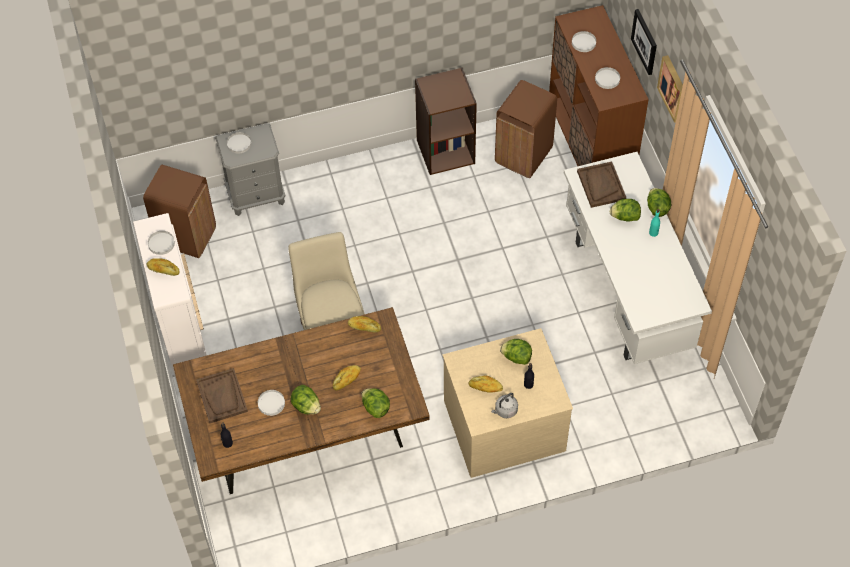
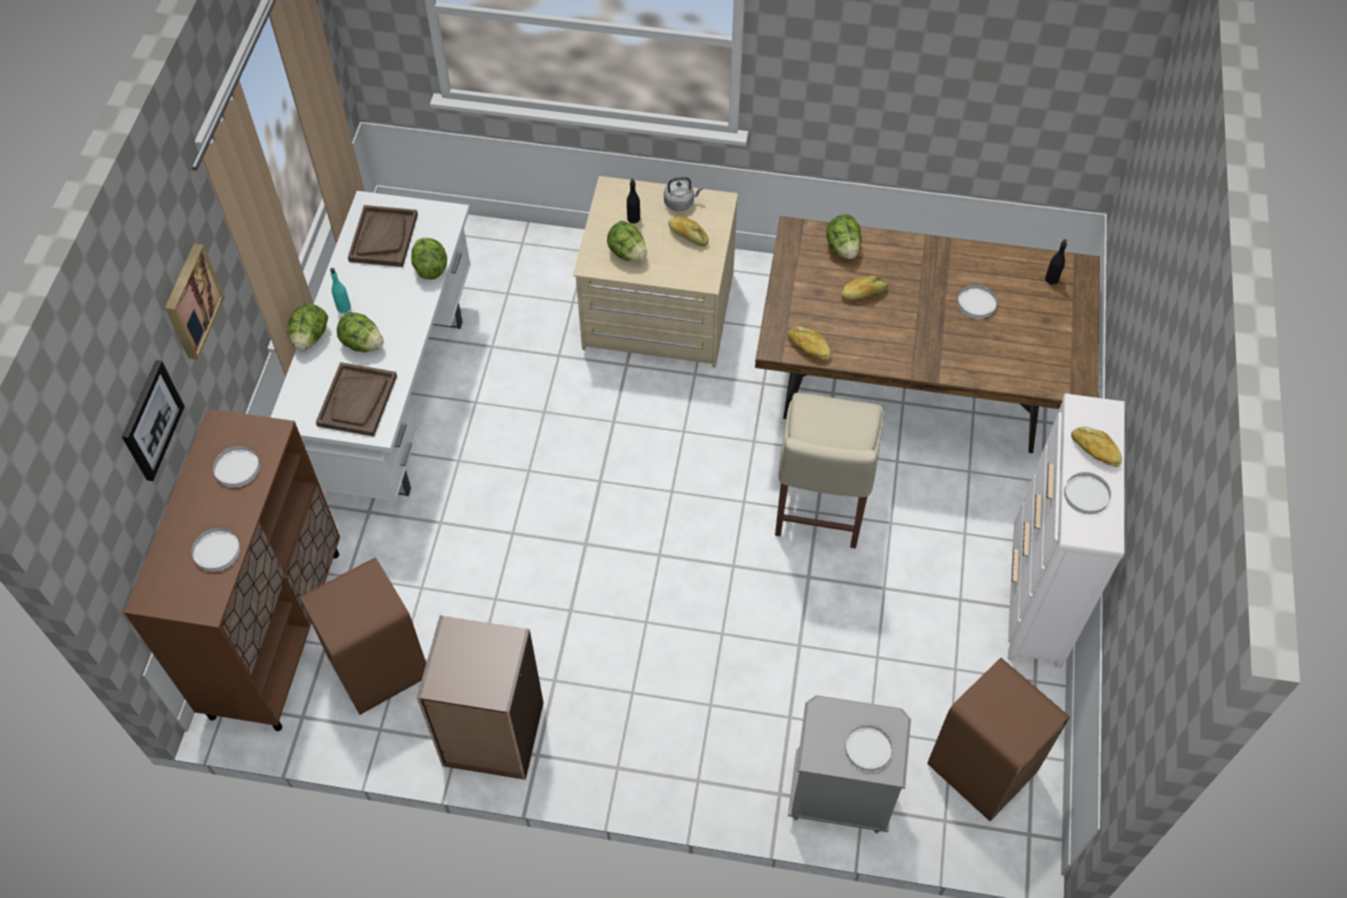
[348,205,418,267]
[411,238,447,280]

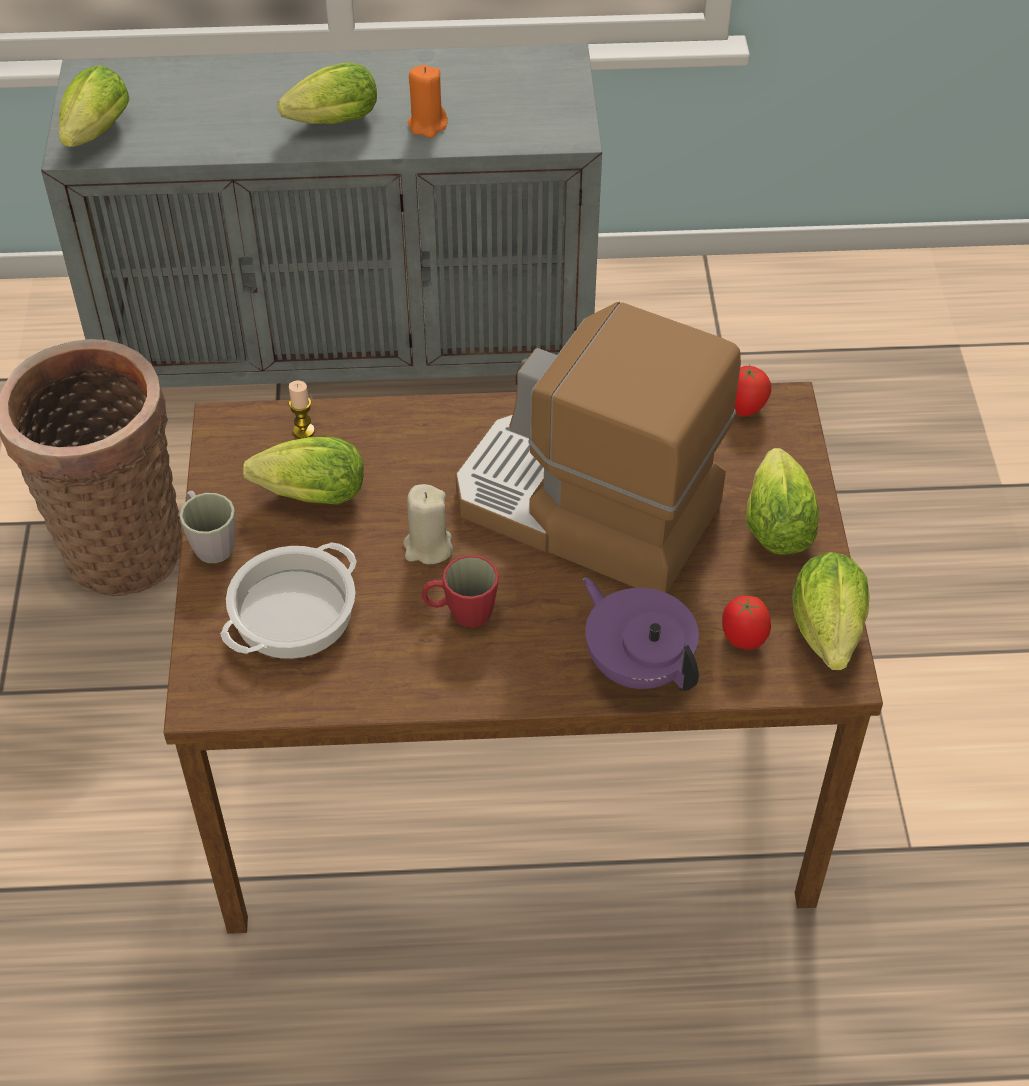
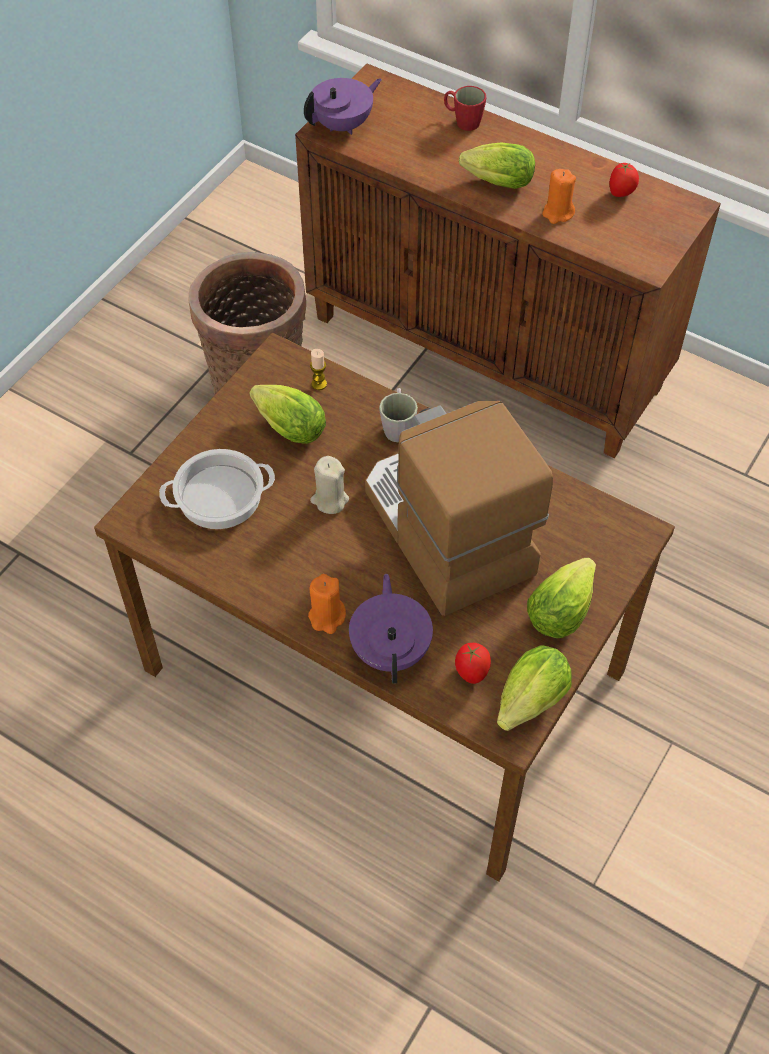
[295,64,721,458]
[304,78,382,135]
[610,163,639,197]
[379,388,418,442]
[444,86,487,131]
[308,574,346,634]

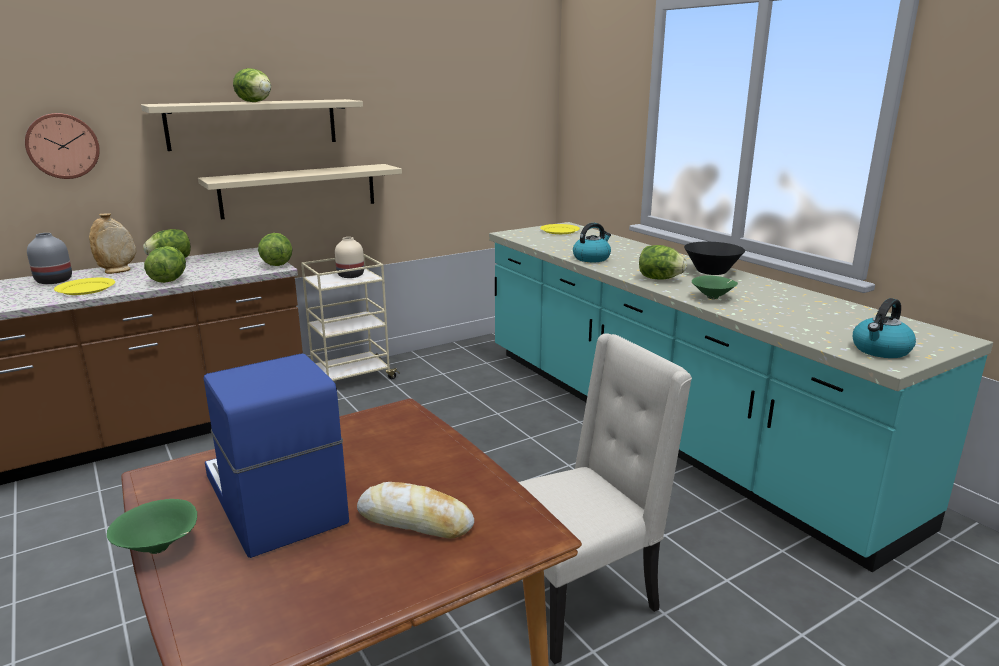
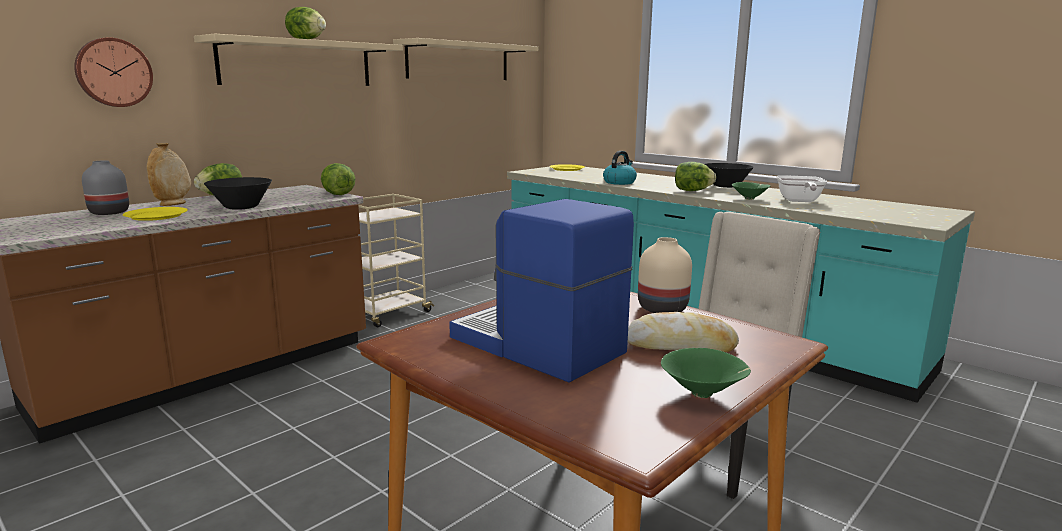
[393,38,539,80]
[638,237,692,313]
[204,177,272,210]
[853,298,916,358] (first image)
[661,348,751,398]
[776,175,827,202]

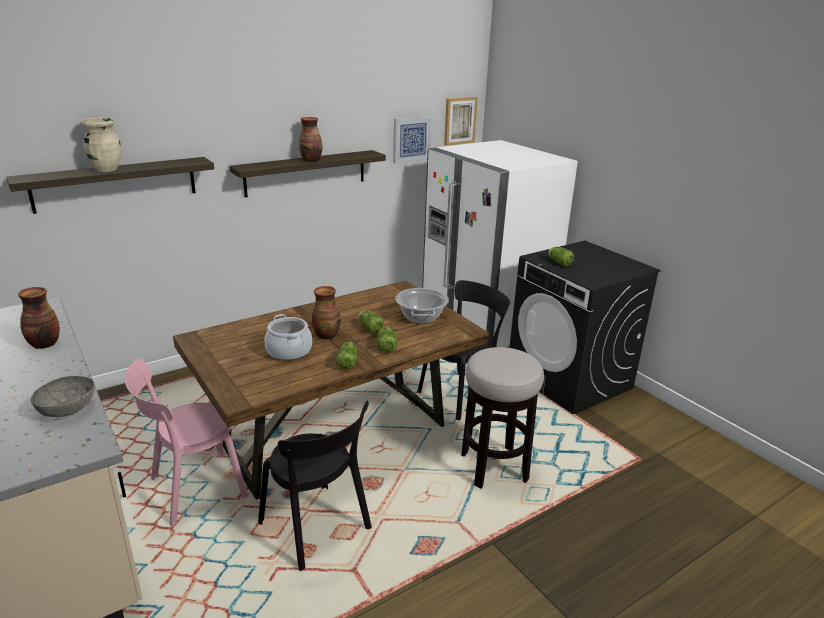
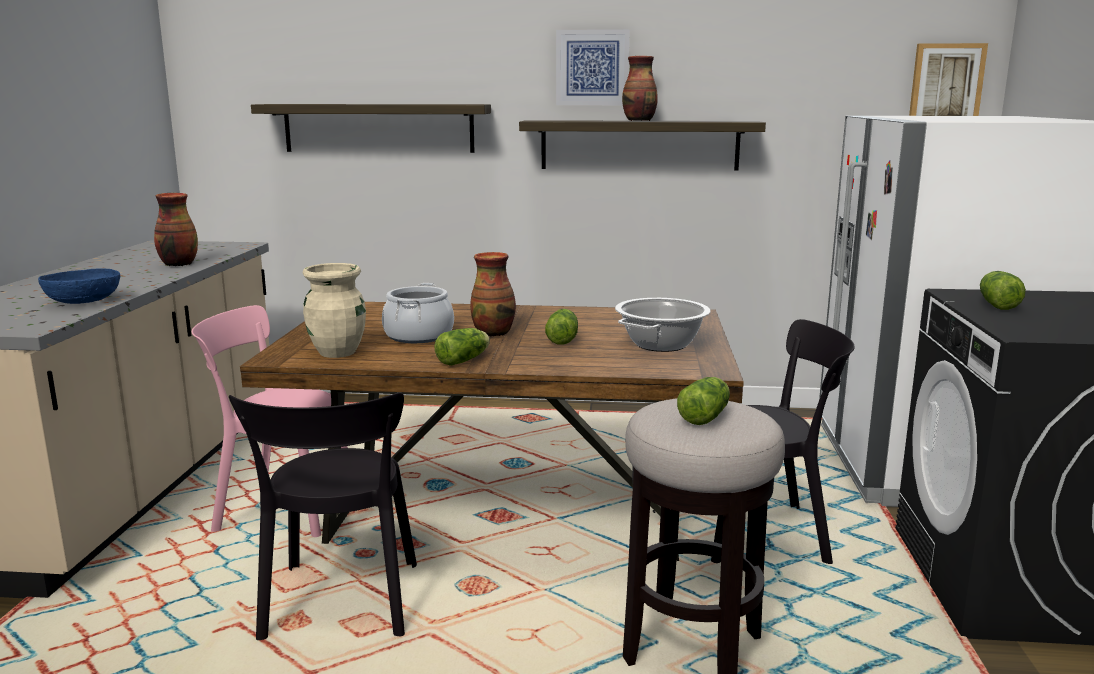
[556,29,630,105]
[303,263,366,358]
[677,377,730,425]
[38,268,120,304]

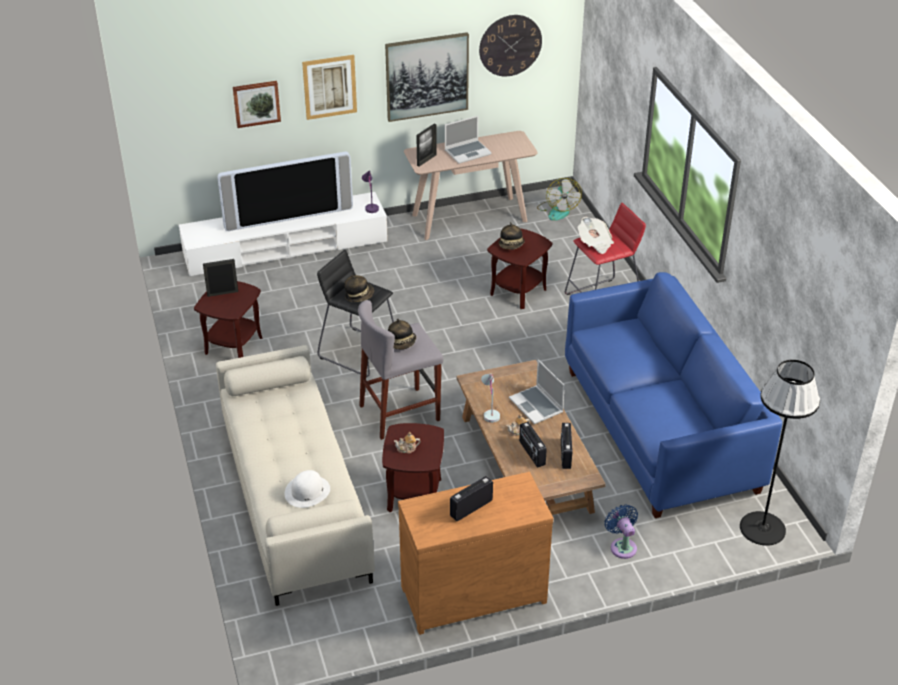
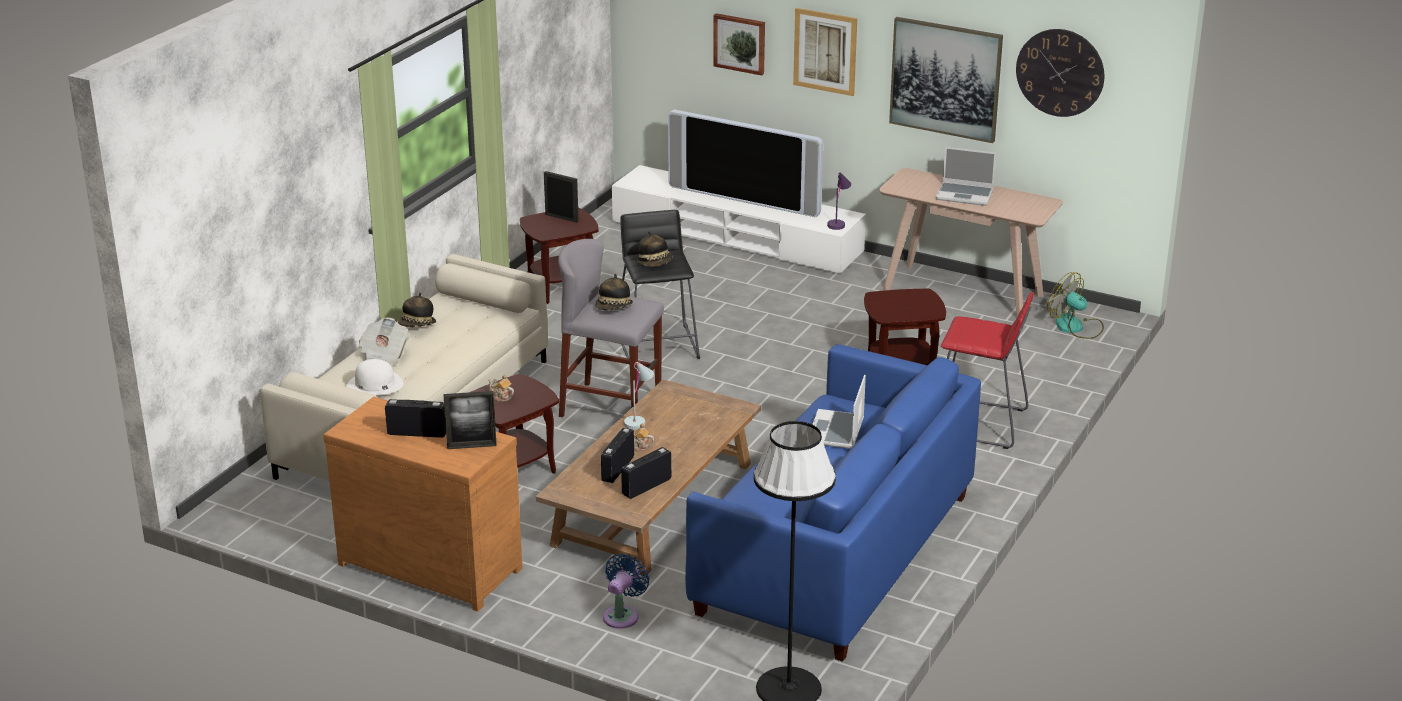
[444,391,497,449]
[1047,272,1104,339]
[359,318,409,364]
[398,292,436,327]
[812,375,866,449]

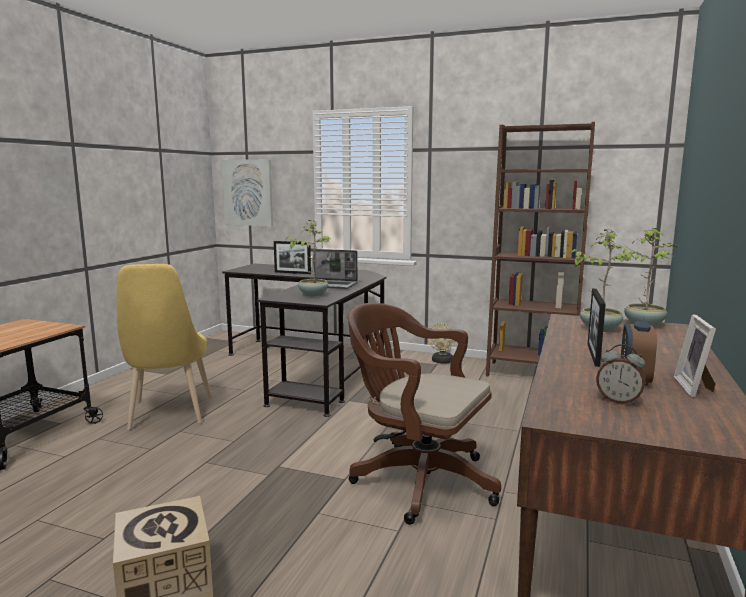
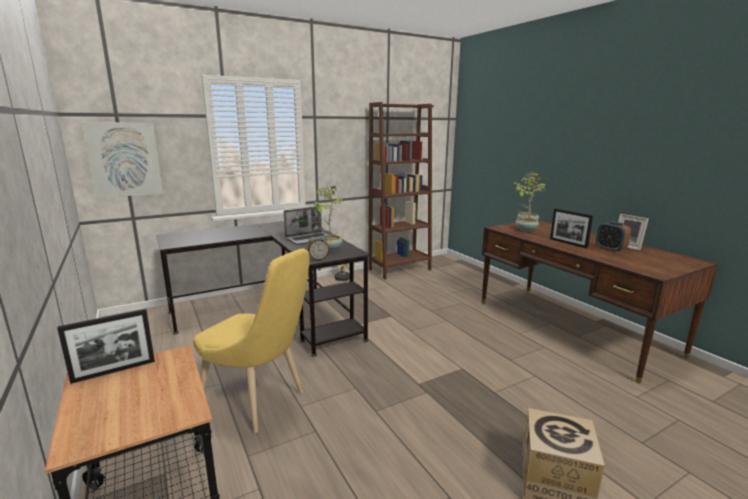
[57,309,155,384]
[348,303,501,525] (first image)
[308,233,329,261]

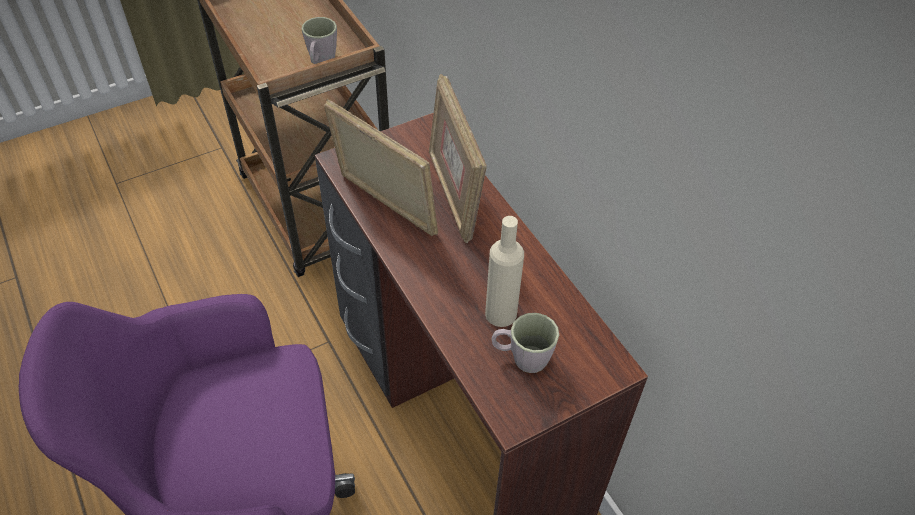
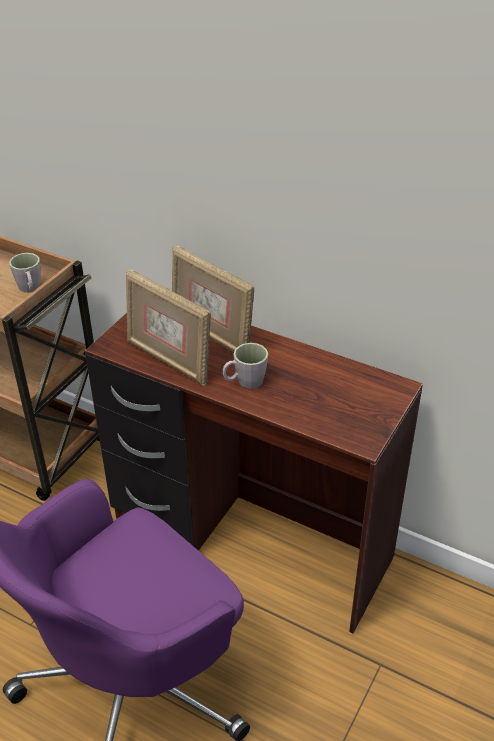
[126,269,211,386]
[485,216,524,327] (first image)
[223,343,268,389]

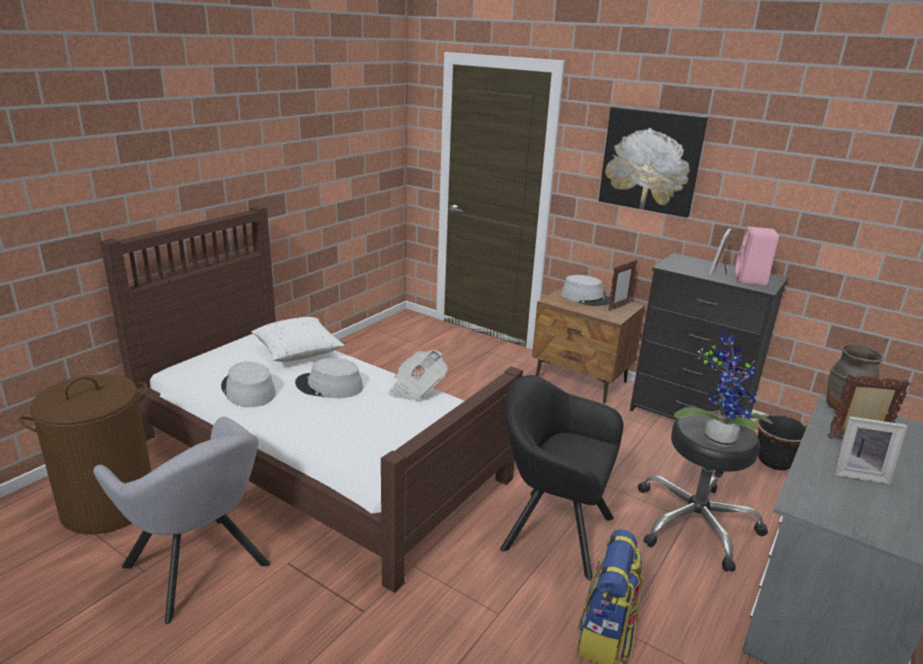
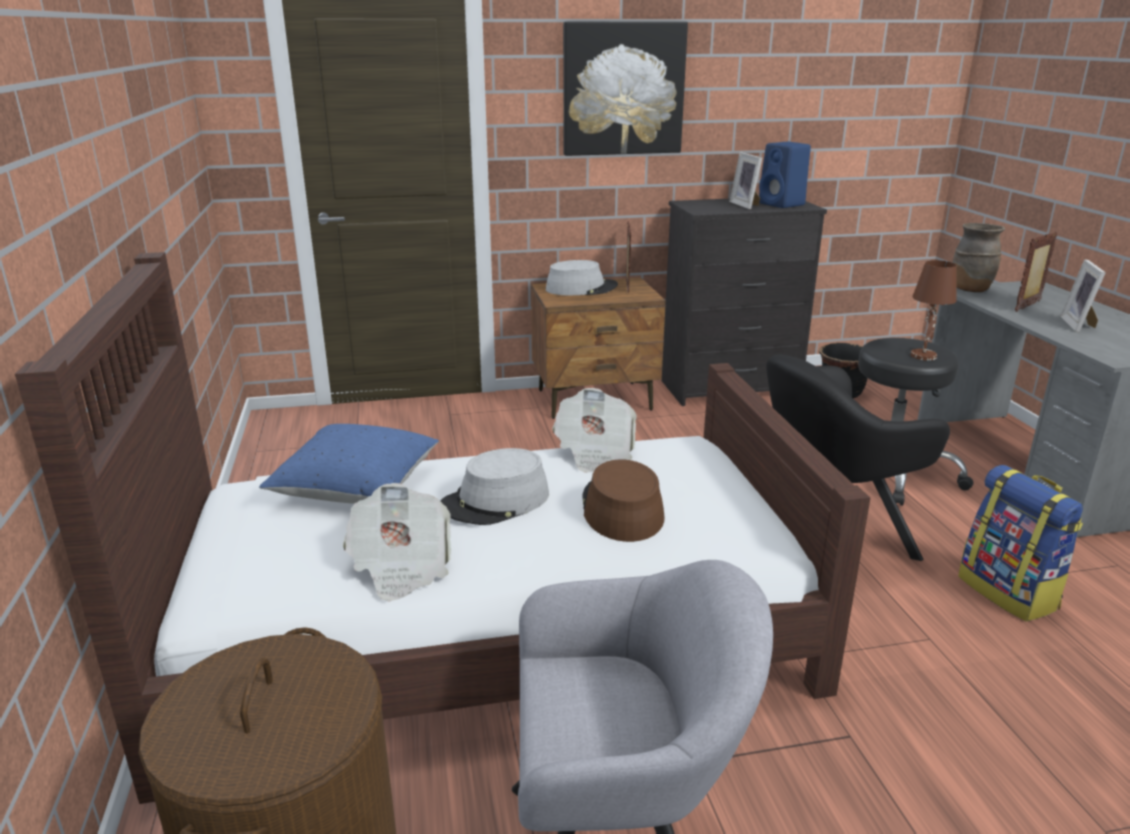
[759,142,811,208]
[259,424,439,504]
[911,260,957,361]
[342,483,451,601]
[1060,259,1106,332]
[582,459,664,542]

